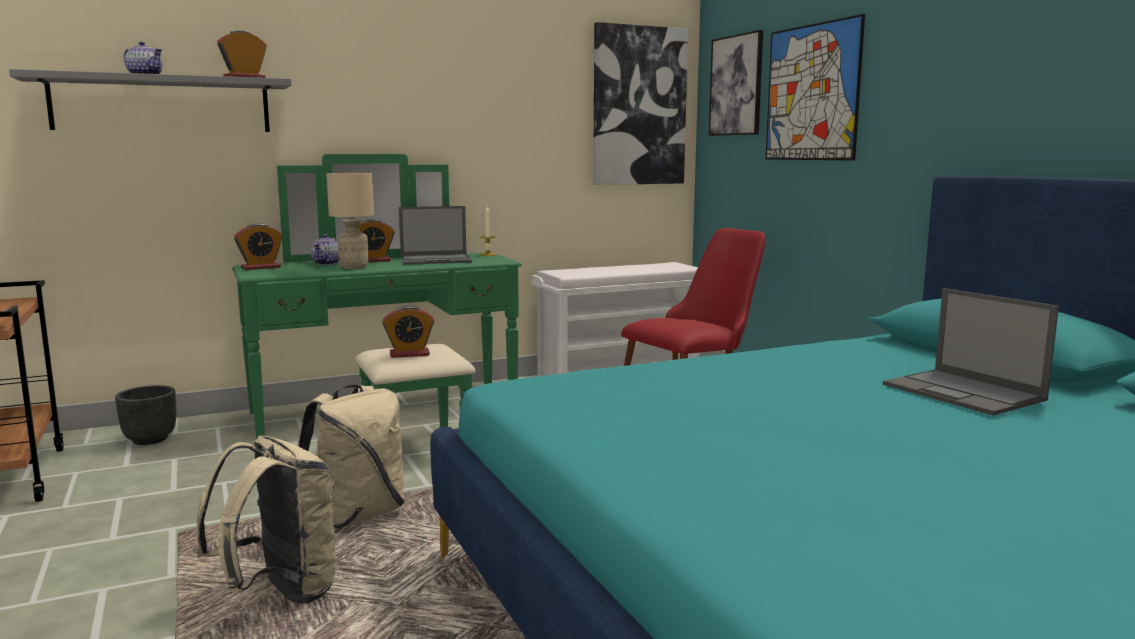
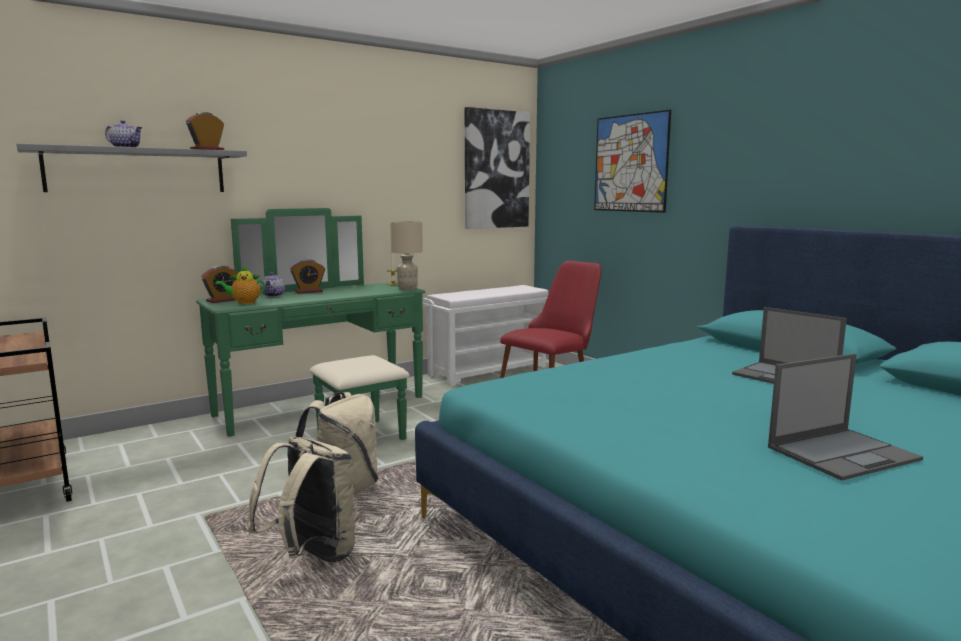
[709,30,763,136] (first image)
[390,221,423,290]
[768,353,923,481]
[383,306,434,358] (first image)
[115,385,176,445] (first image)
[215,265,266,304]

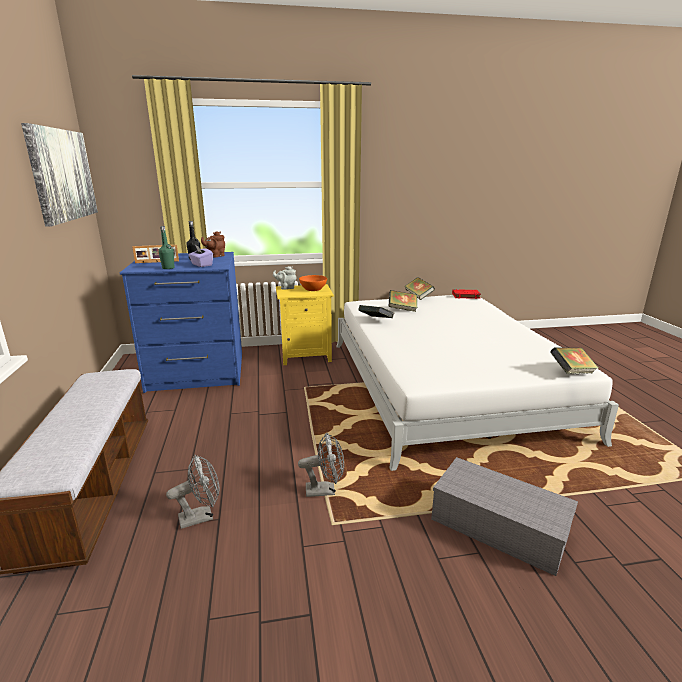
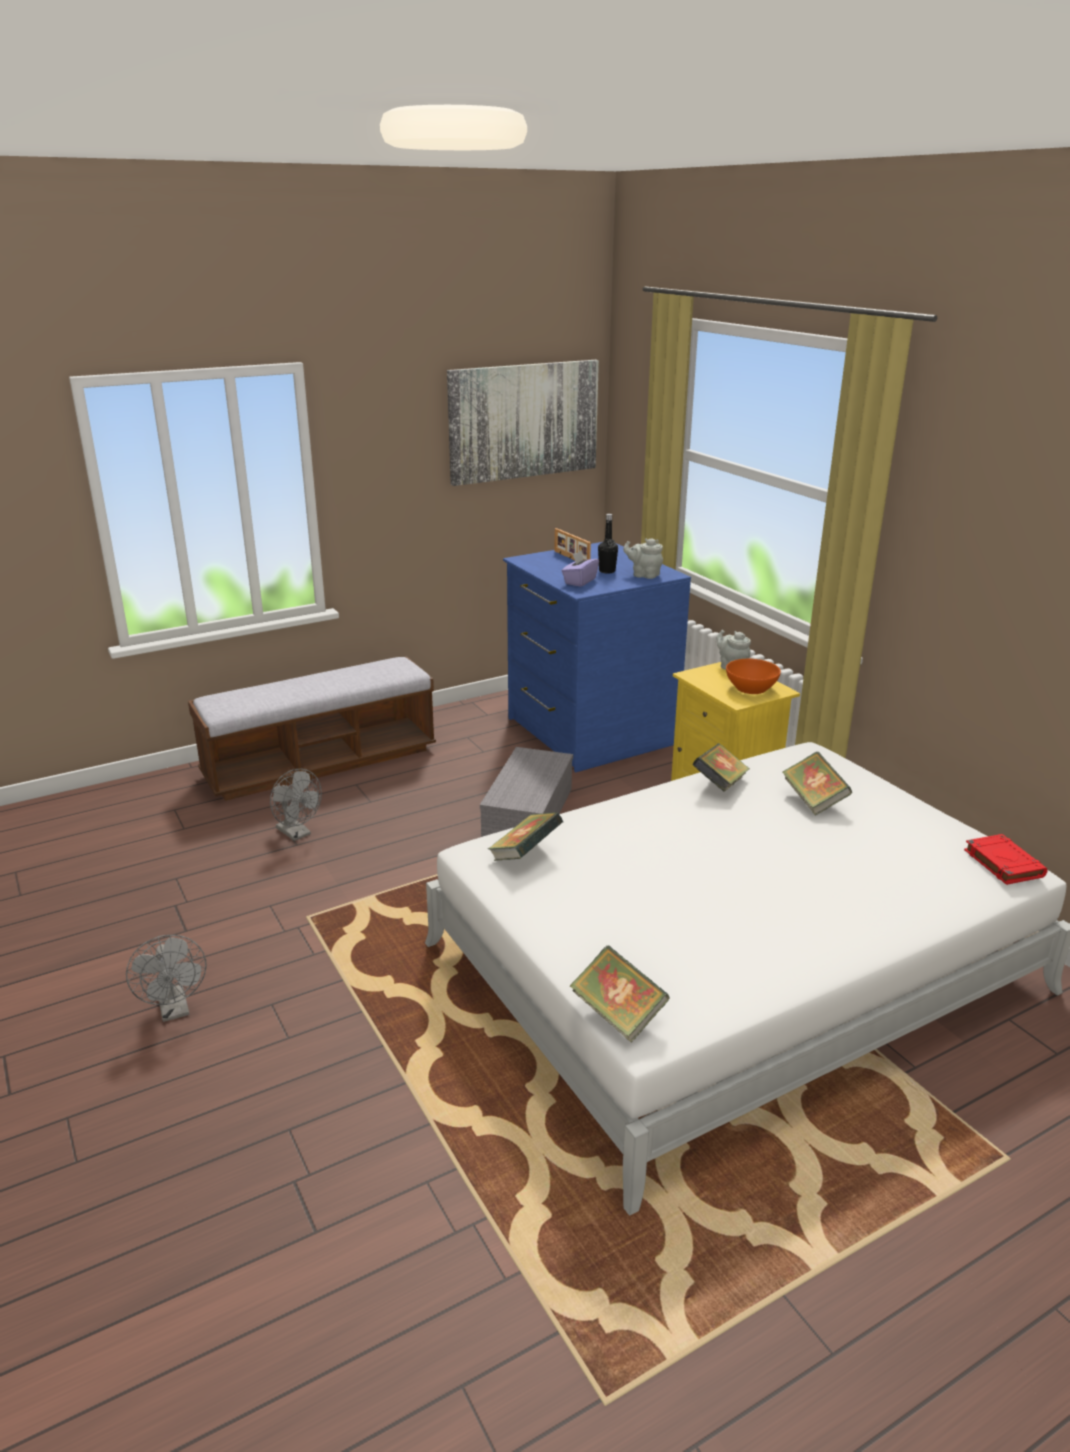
[158,226,174,269] (first image)
[623,538,663,579]
[488,812,563,861]
[126,935,207,1022]
[480,747,573,837]

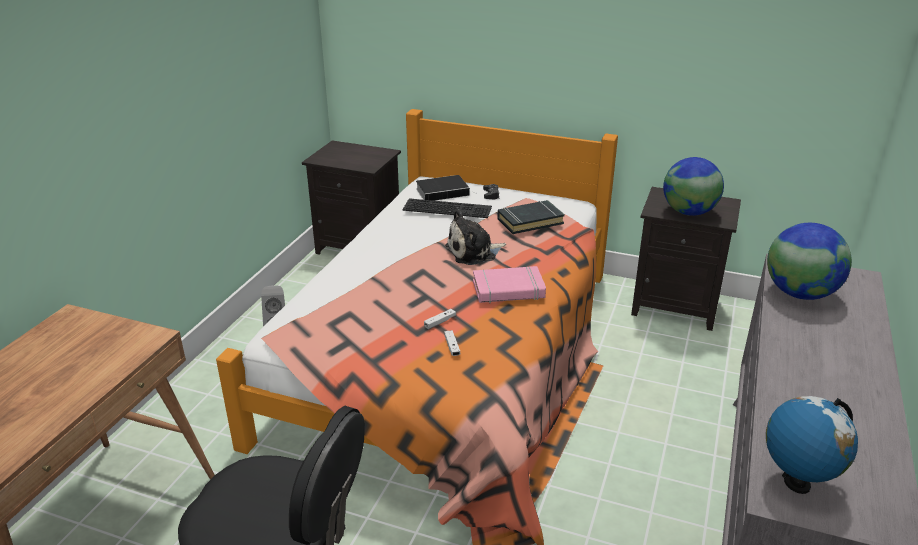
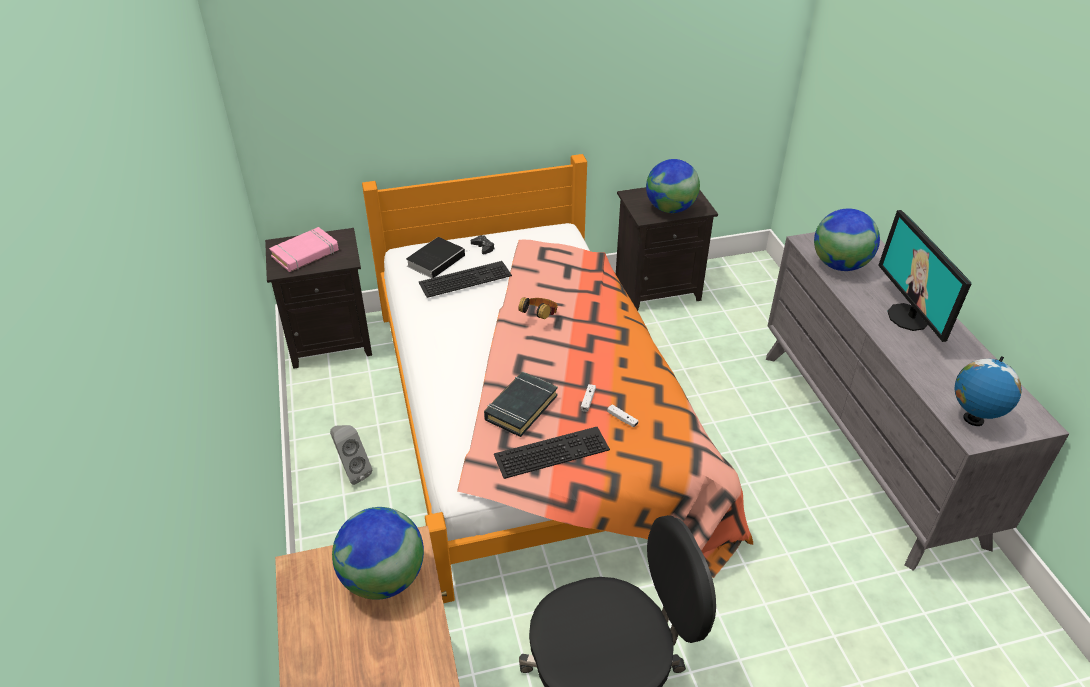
[484,372,558,437]
[518,297,558,319]
[269,227,339,272]
[878,210,971,342]
[494,427,610,479]
[332,507,424,600]

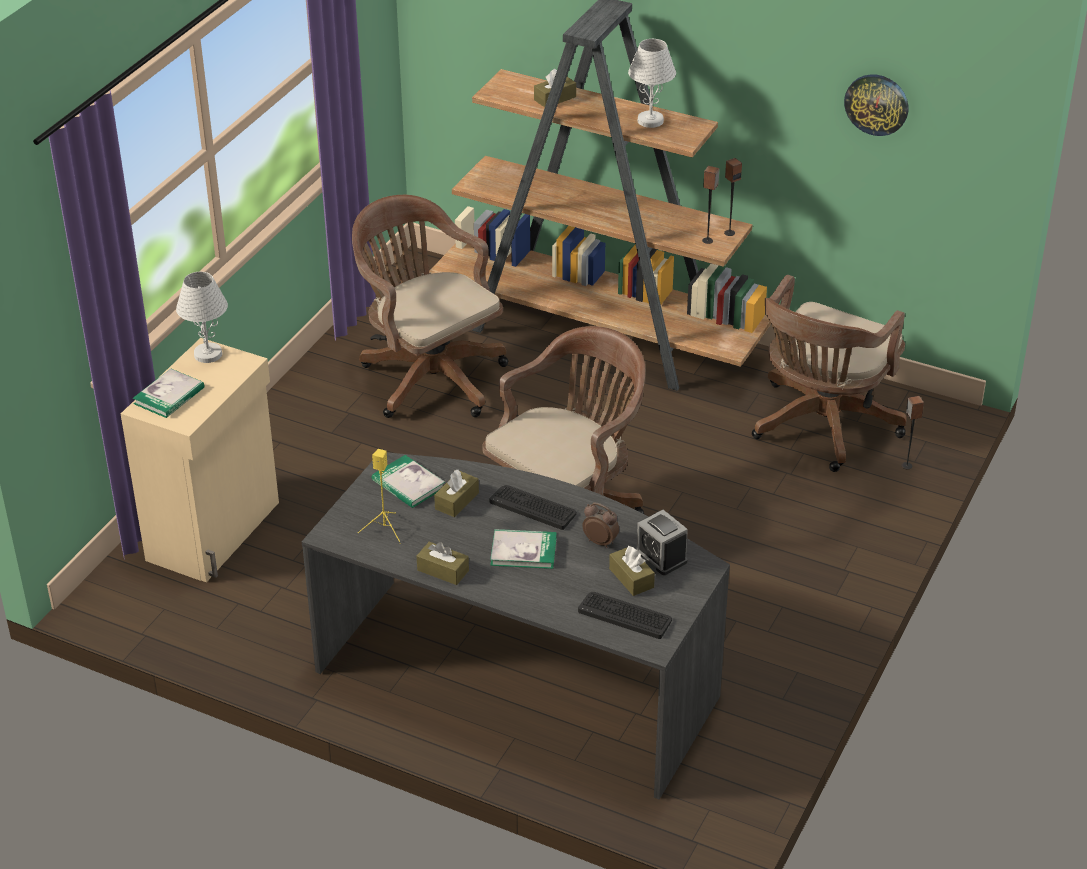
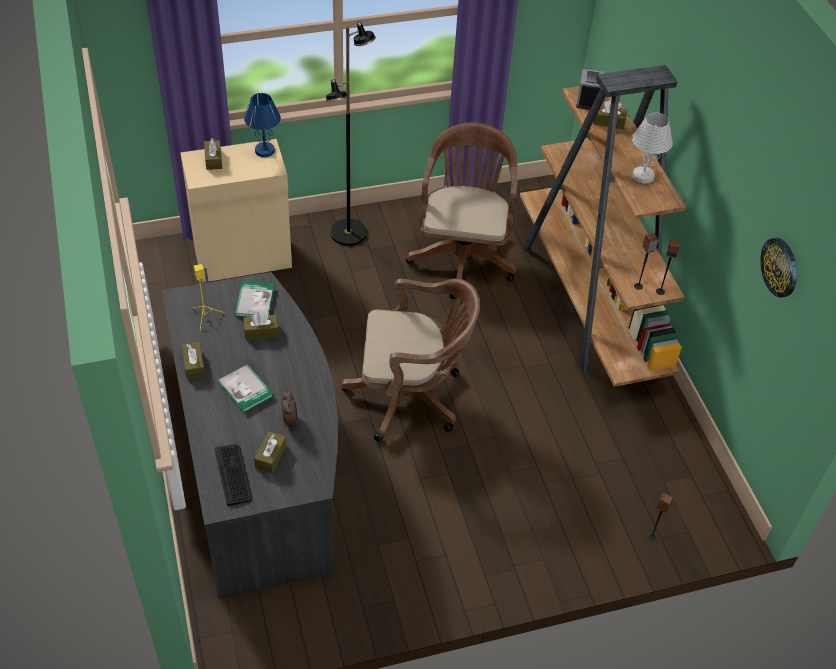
[244,93,281,157]
[752,275,907,472] (first image)
[204,138,222,170]
[489,485,577,530] (first image)
[576,69,604,110]
[326,21,376,246]

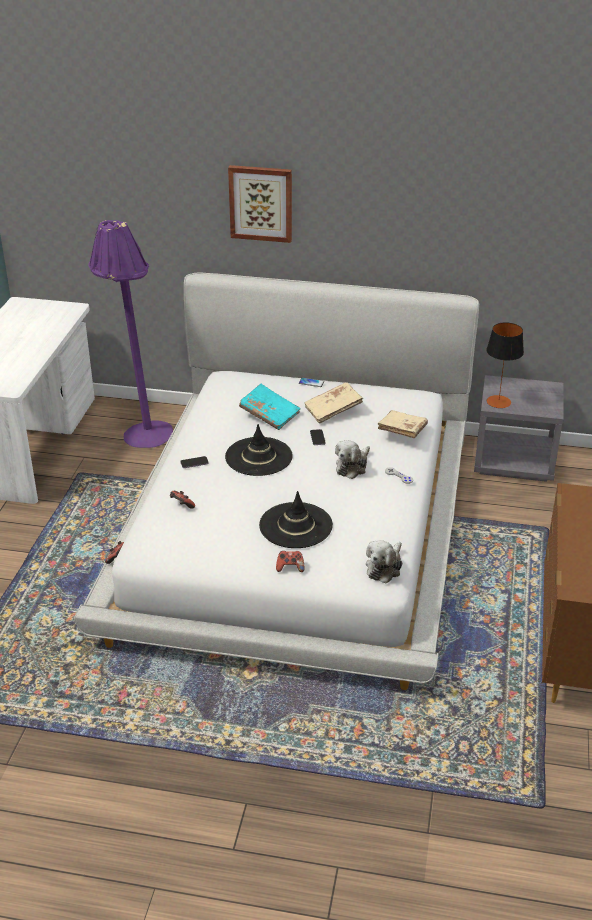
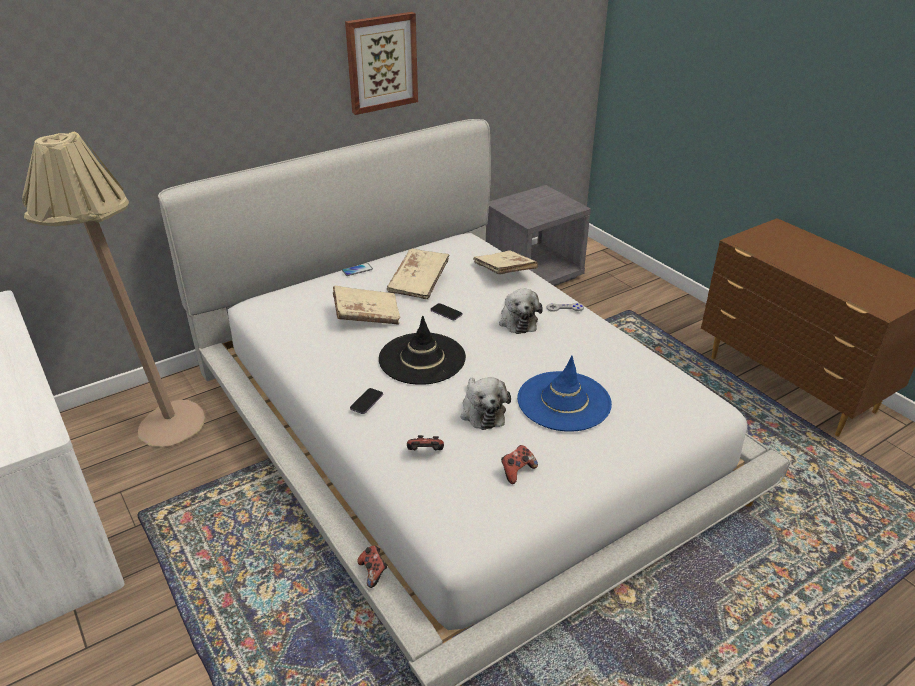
[345,12,418,115]
[22,132,205,447]
[486,322,524,408] (first image)
[333,285,400,325]
[517,356,612,432]
[461,377,511,430]
[501,445,538,484]

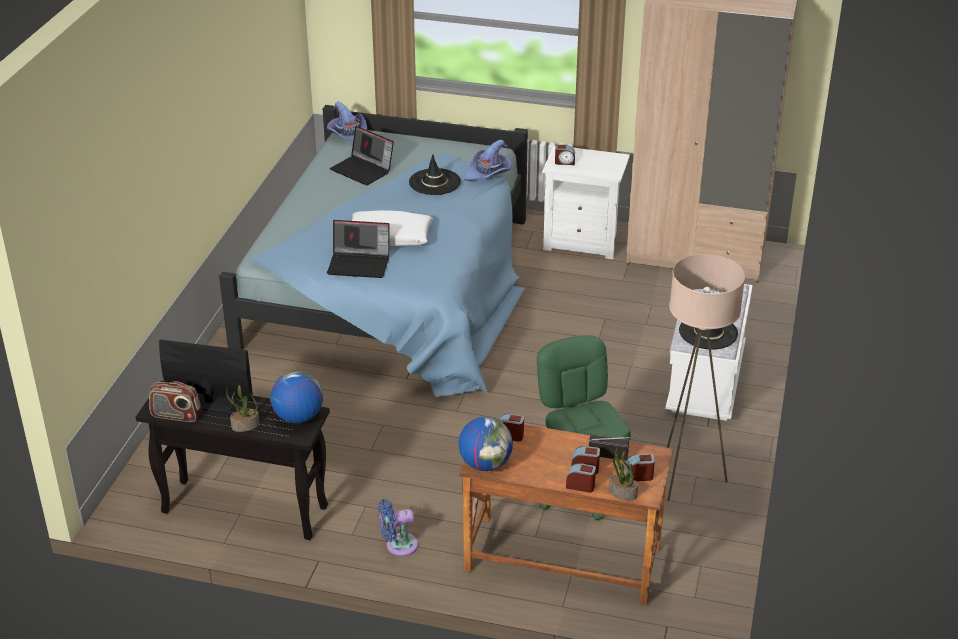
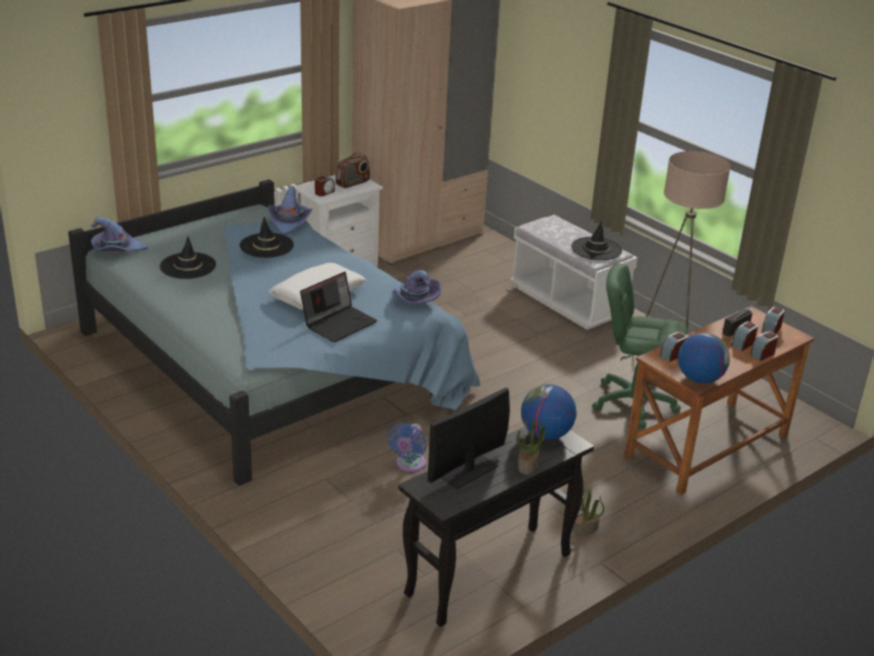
[160,236,216,279]
[335,153,370,188]
[573,490,604,535]
[388,423,426,472]
[393,270,441,304]

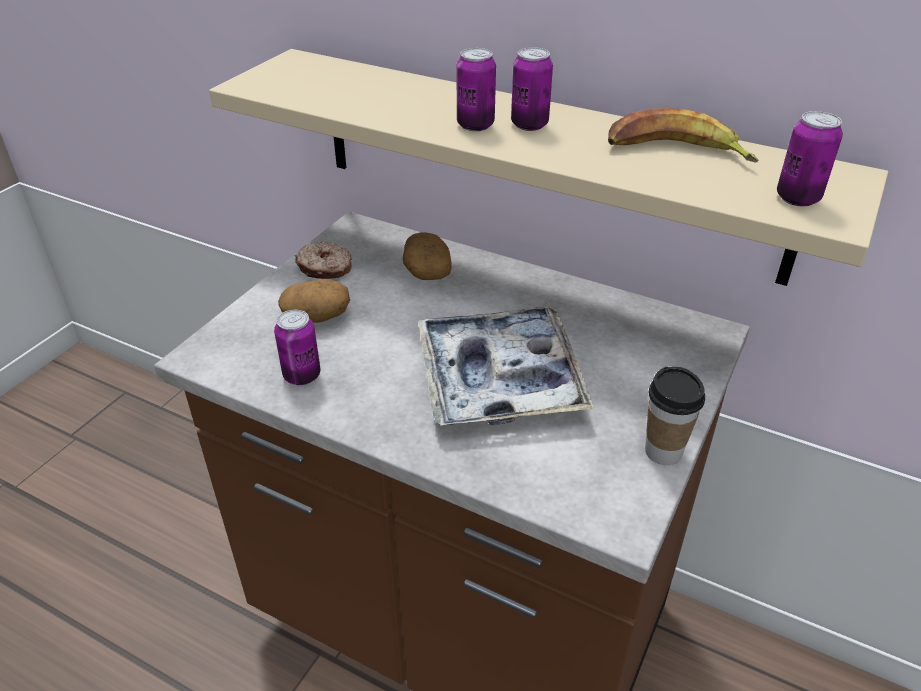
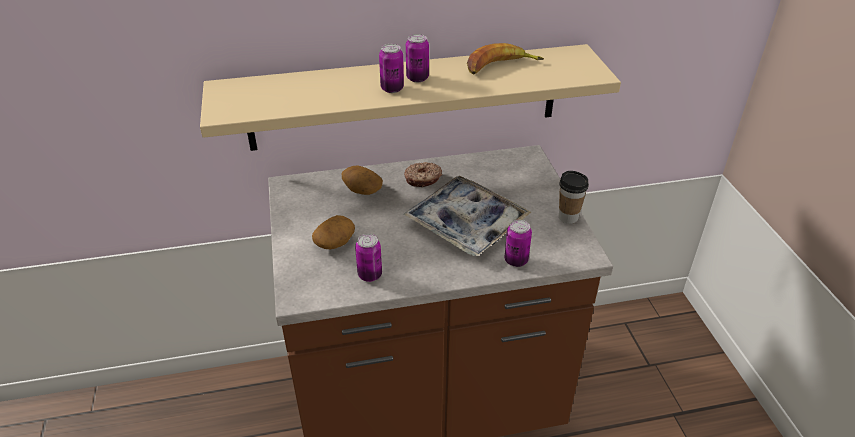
[505,220,532,267]
[404,162,442,187]

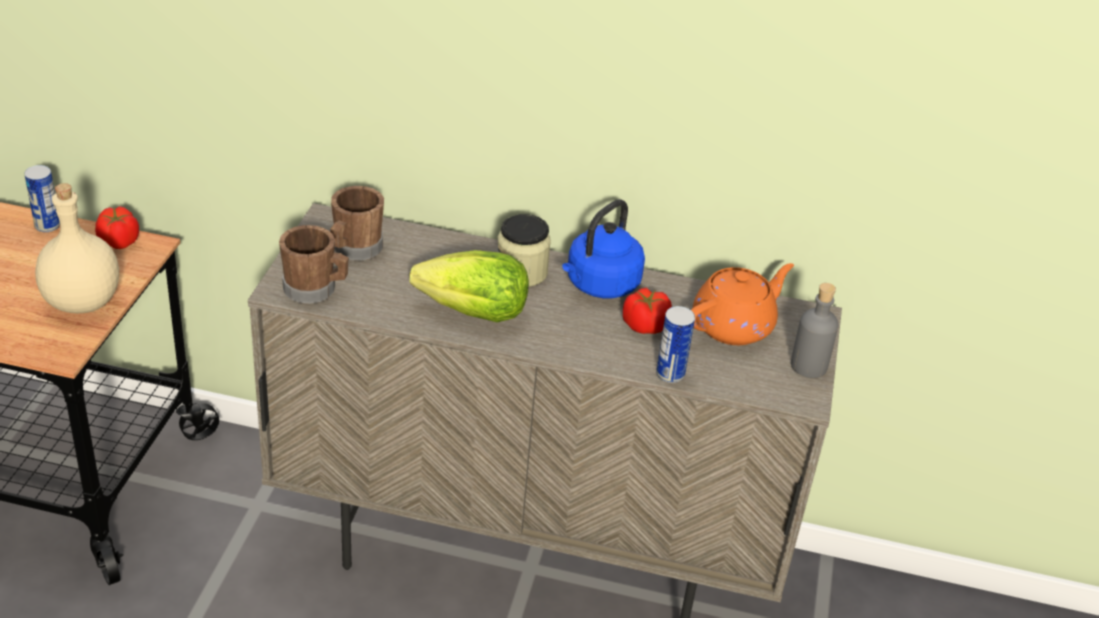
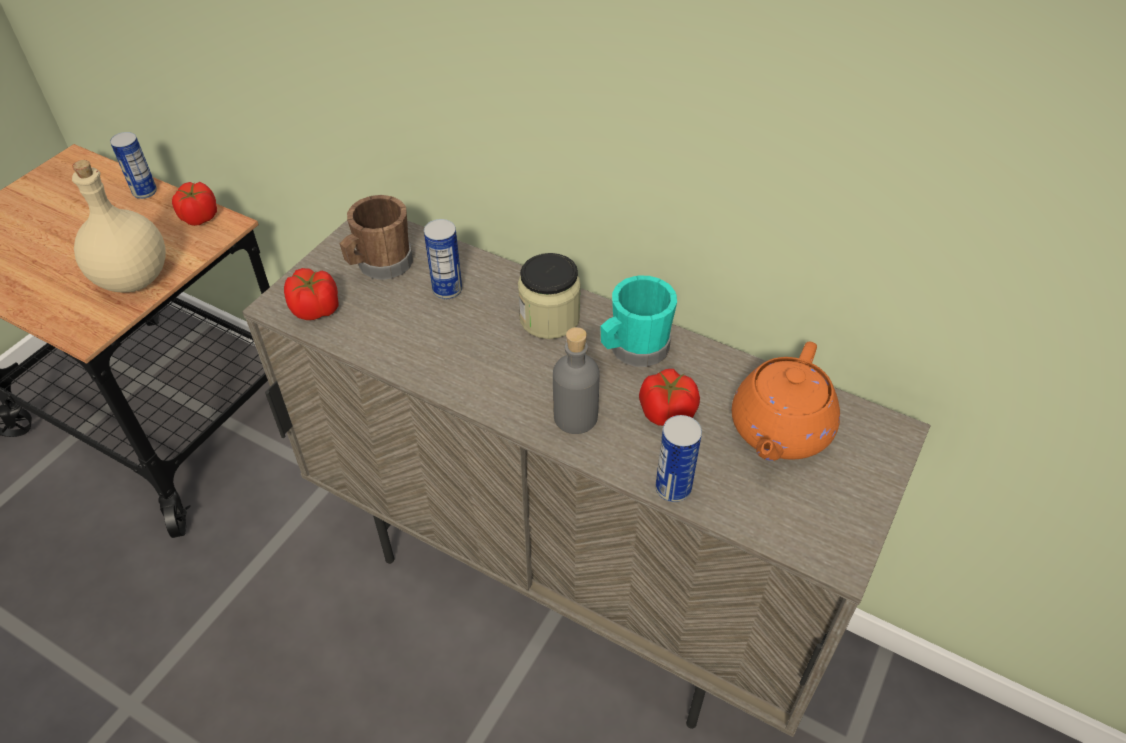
[600,276,677,367]
[284,268,339,320]
[409,250,529,322] (first image)
[732,342,840,461]
[553,327,599,434]
[424,219,462,299]

